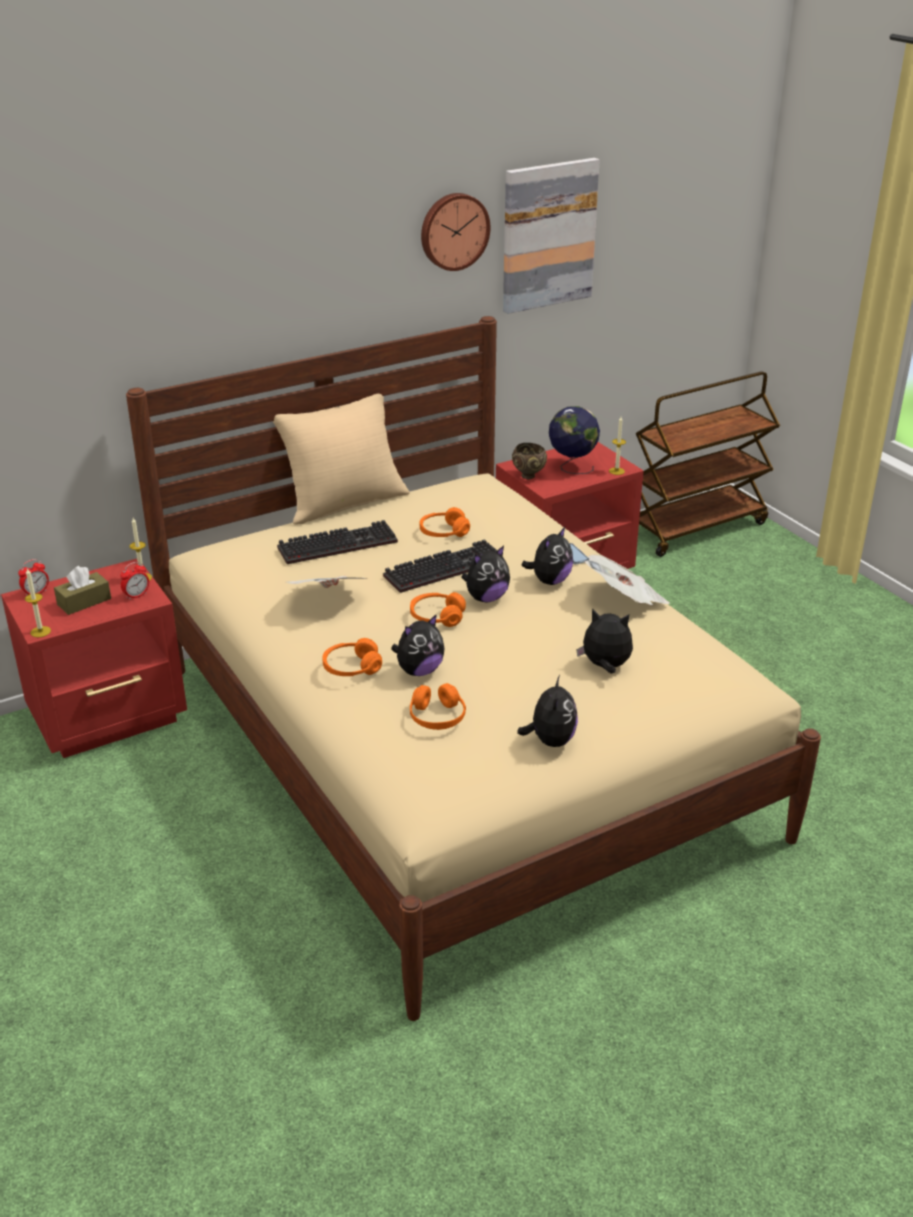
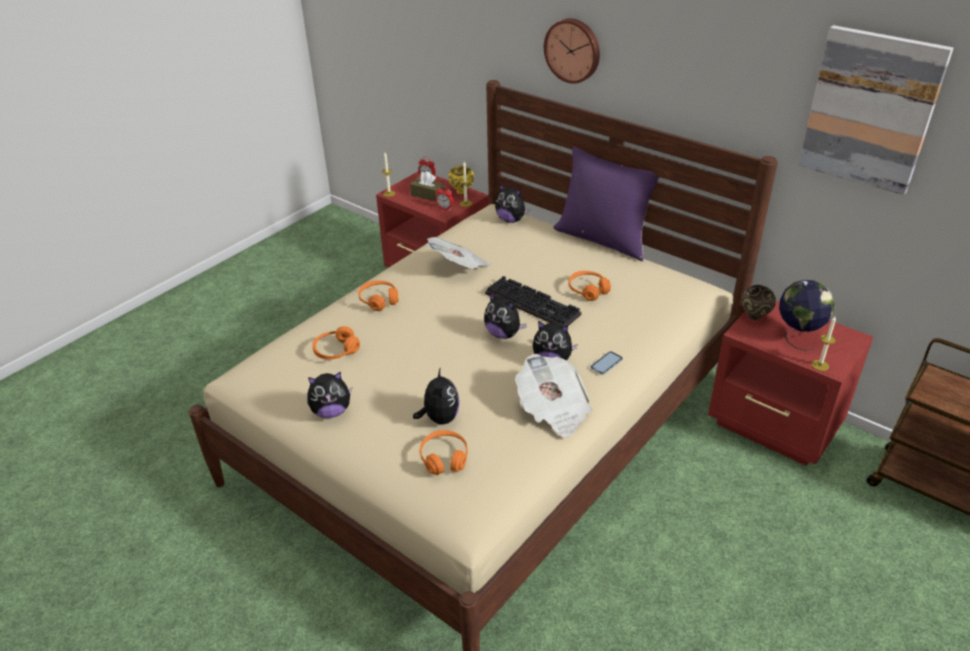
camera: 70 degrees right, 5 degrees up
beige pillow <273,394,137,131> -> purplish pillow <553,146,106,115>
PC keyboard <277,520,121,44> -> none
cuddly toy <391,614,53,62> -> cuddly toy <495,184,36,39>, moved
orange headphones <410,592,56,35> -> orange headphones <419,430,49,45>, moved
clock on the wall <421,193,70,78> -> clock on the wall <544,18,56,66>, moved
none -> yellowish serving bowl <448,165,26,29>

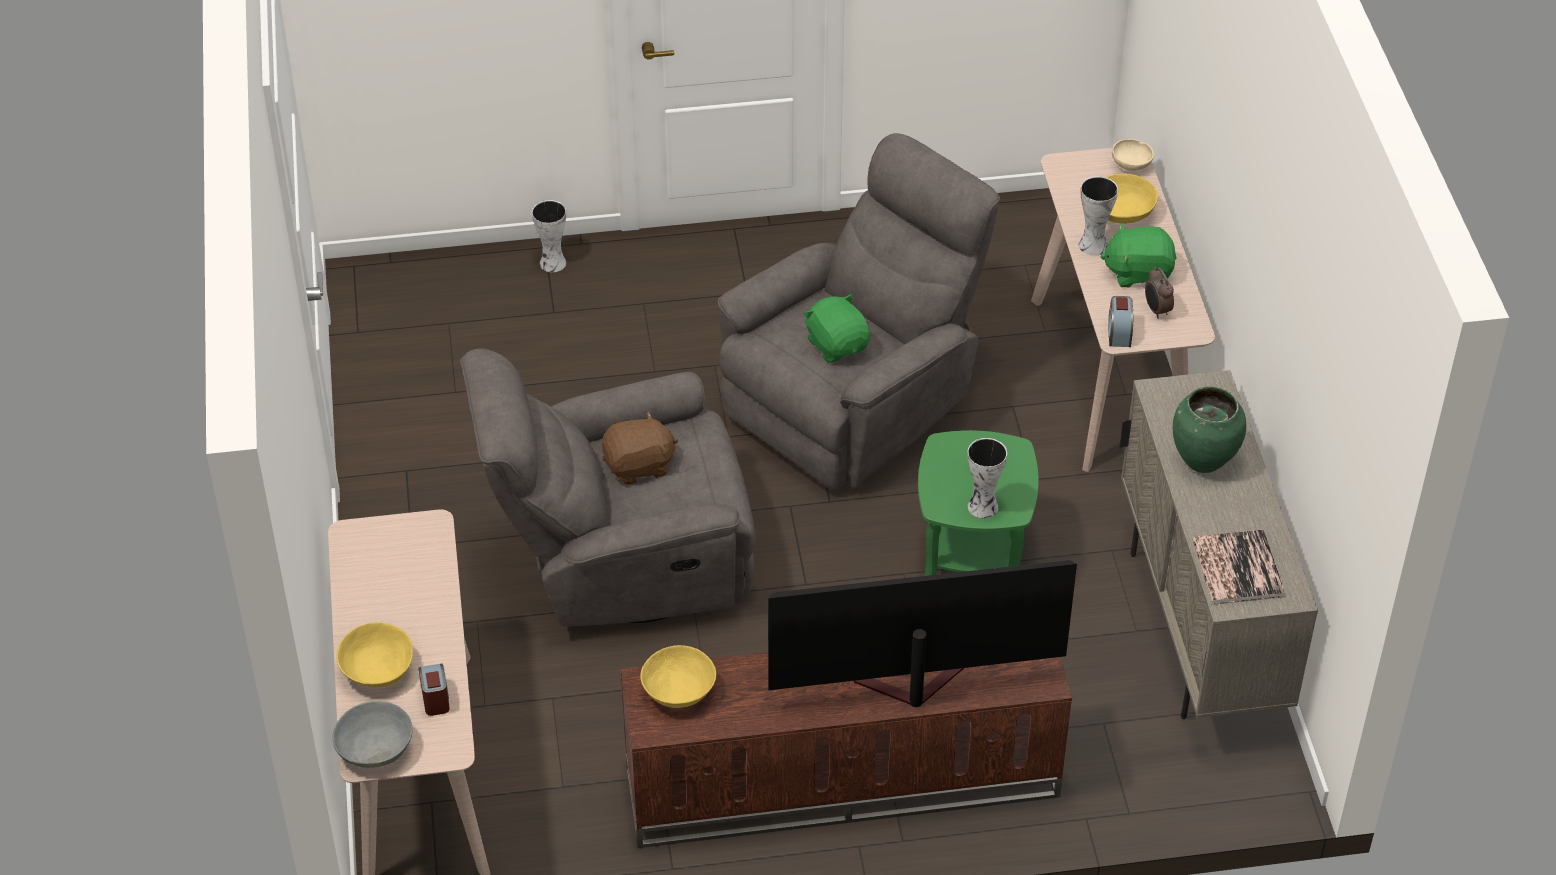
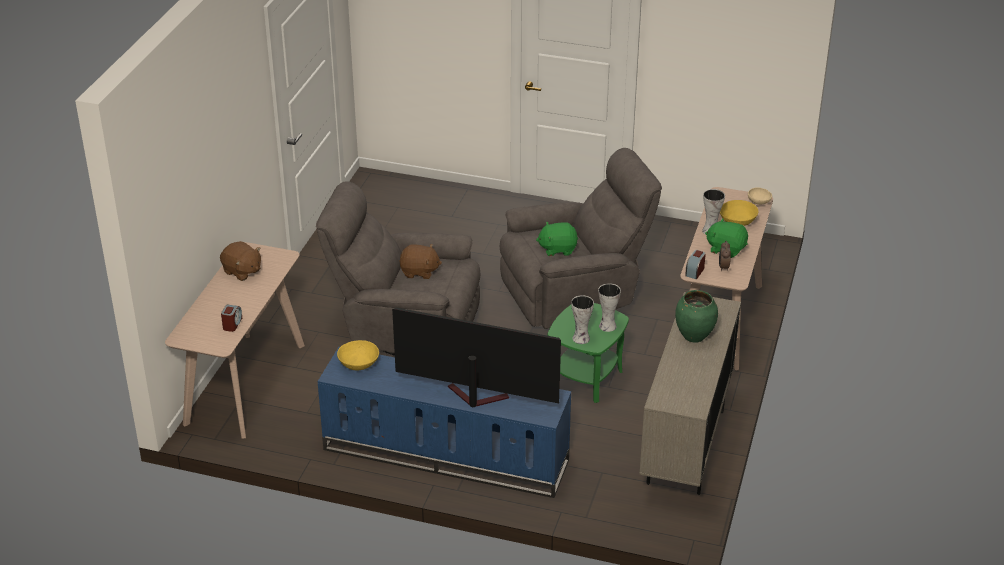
camera: 25 degrees right, 10 degrees down
grey serving bowl <332,701,80,67> -> none
yellowish serving bowl <337,622,76,66> -> none
decorative vase <532,200,34,72> -> decorative vase <598,283,23,49>, moved
brownish media console <620,652,452,196> -> blue-coloured media console <318,347,253,151>
green-coloured cuddly toy <803,294,67,68> -> green-coloured cuddly toy <536,221,42,35>, 90 degrees counterclockwise
book <1192,530,93,74> -> none
none -> brownish cuddly toy <220,241,41,40>

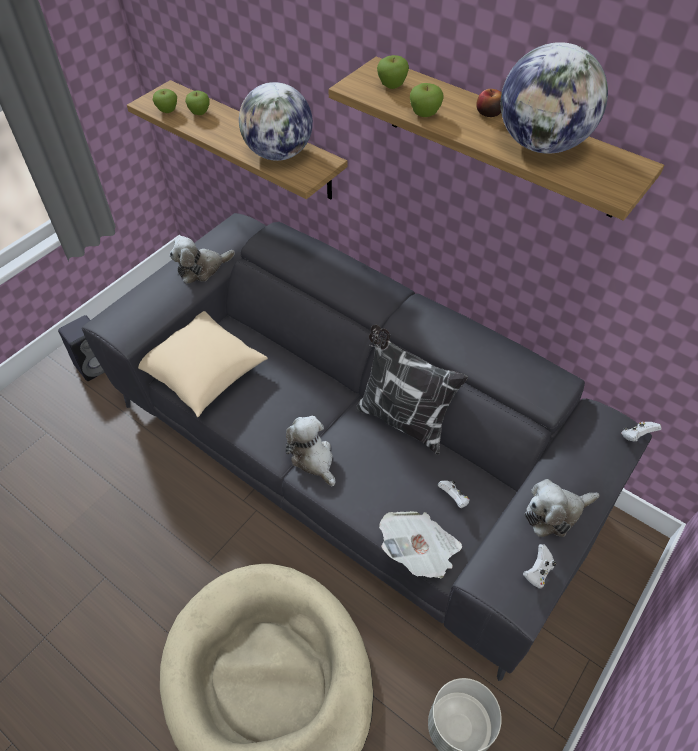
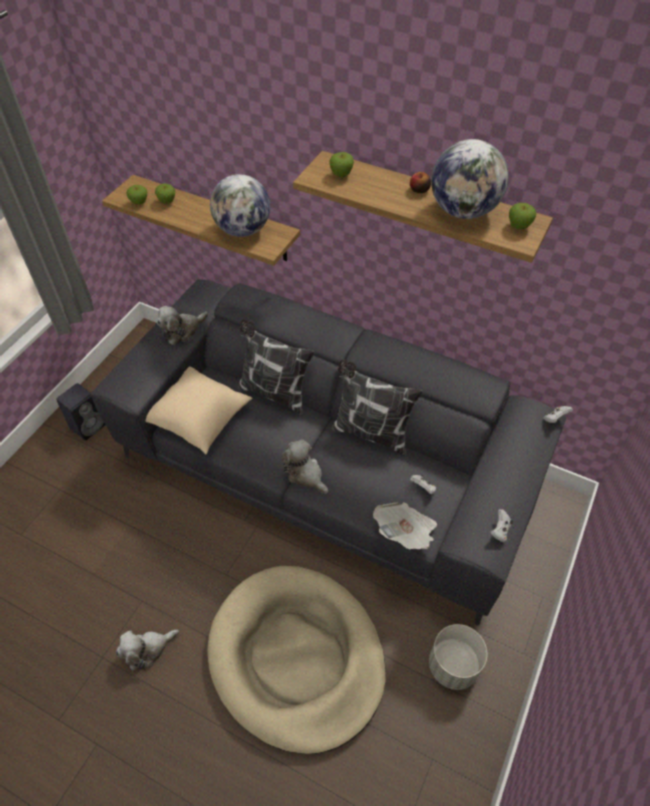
camera: 10 degrees left, 0 degrees up
whole apple <410,83,34,34> -> whole apple <509,203,27,26>, moved
cuddly toy <524,479,76,58> -> cuddly toy <116,630,63,41>, moved
none -> pillow <238,319,77,97>

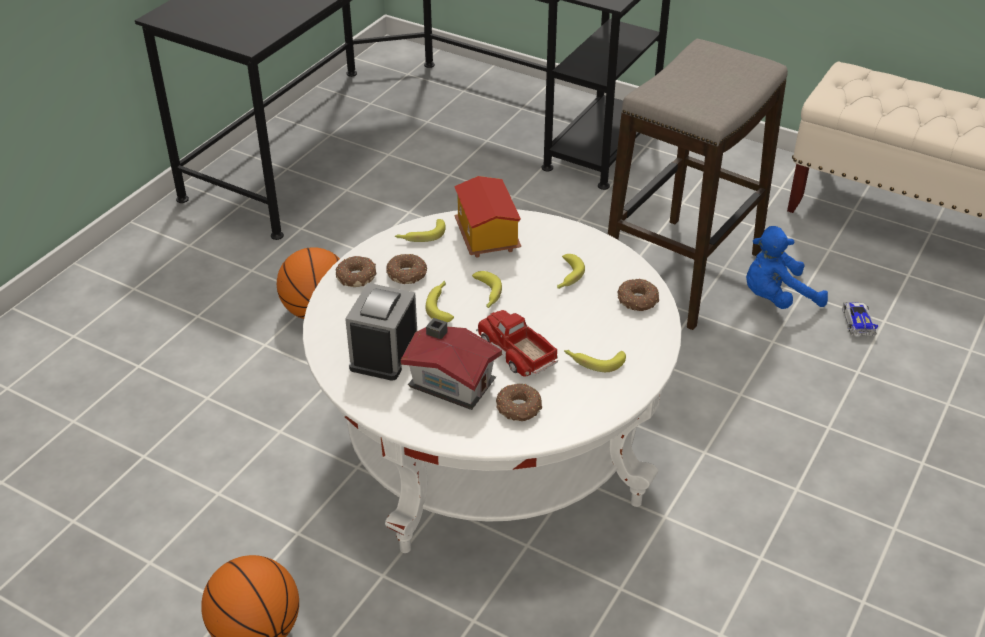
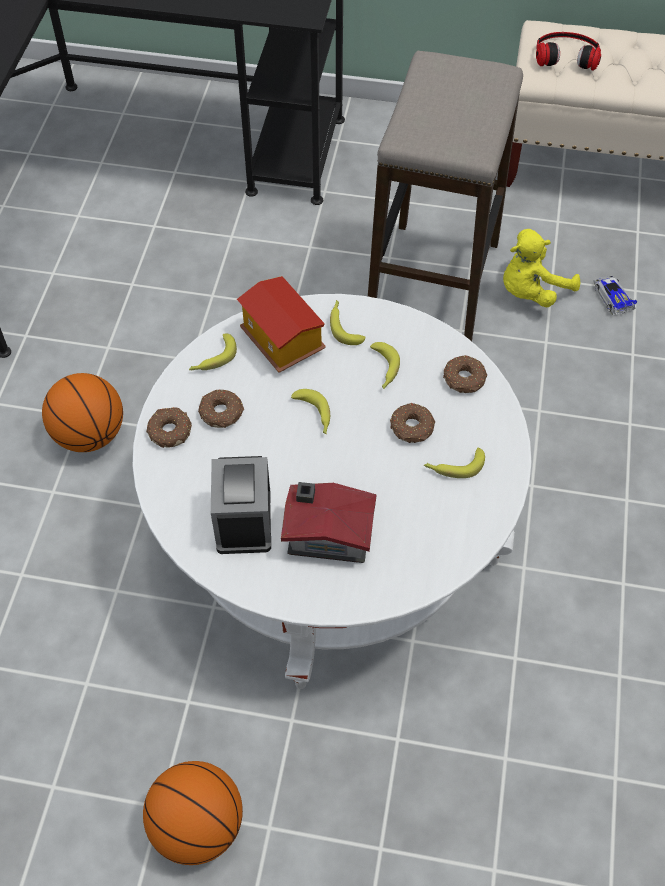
camera: 20 degrees left, 15 degrees up
whole banana <426,281,28,41> -> whole banana <330,300,36,45>, moved
toy truck <476,310,82,67> -> none
donut <496,383,46,38> -> donut <390,403,45,40>, moved
blue-coloured cuddly toy <746,226,82,83> -> yellowish cuddly toy <503,229,77,78>
none -> headphones <536,32,65,39>

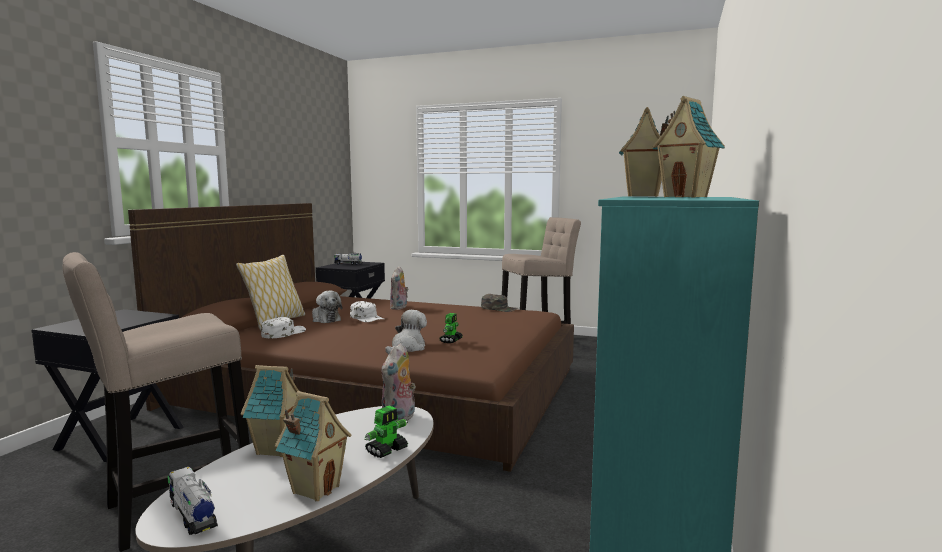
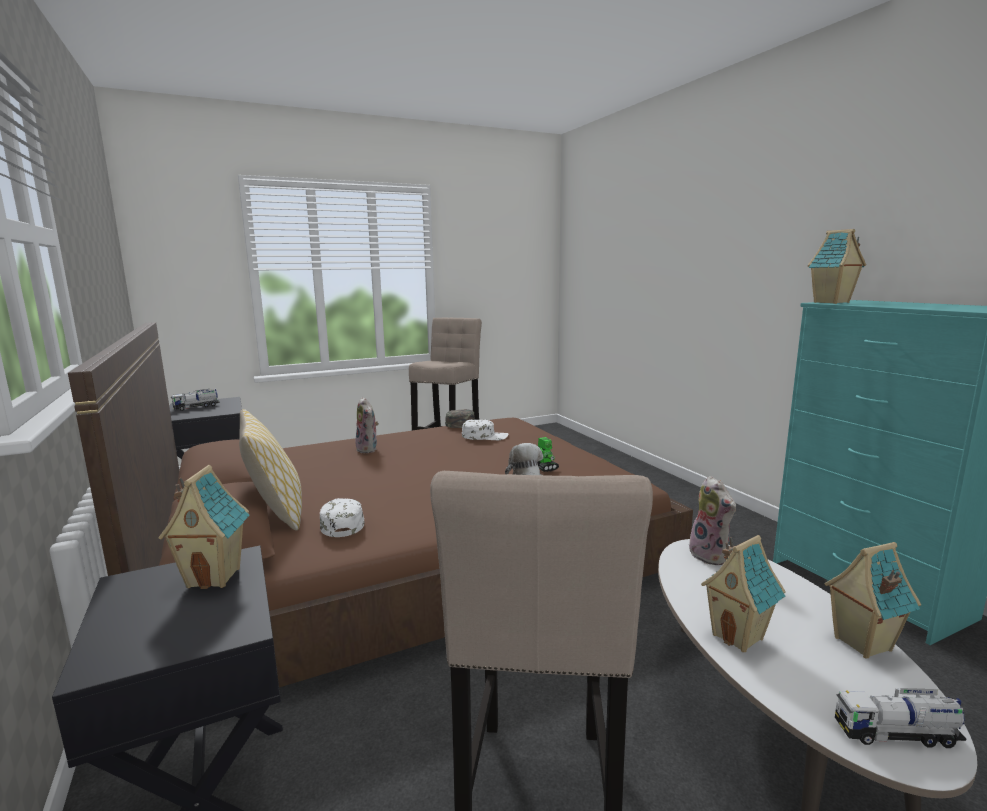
camera: 45 degrees left, 5 degrees up
cuddly toy <312,291,30,32> -> none
white baseball cap <350,301,34,21> -> white baseball cap <462,420,46,20>, moved
toy robot <364,405,44,53> -> none
model house <652,96,73,101> -> model house <158,465,92,124>, moved

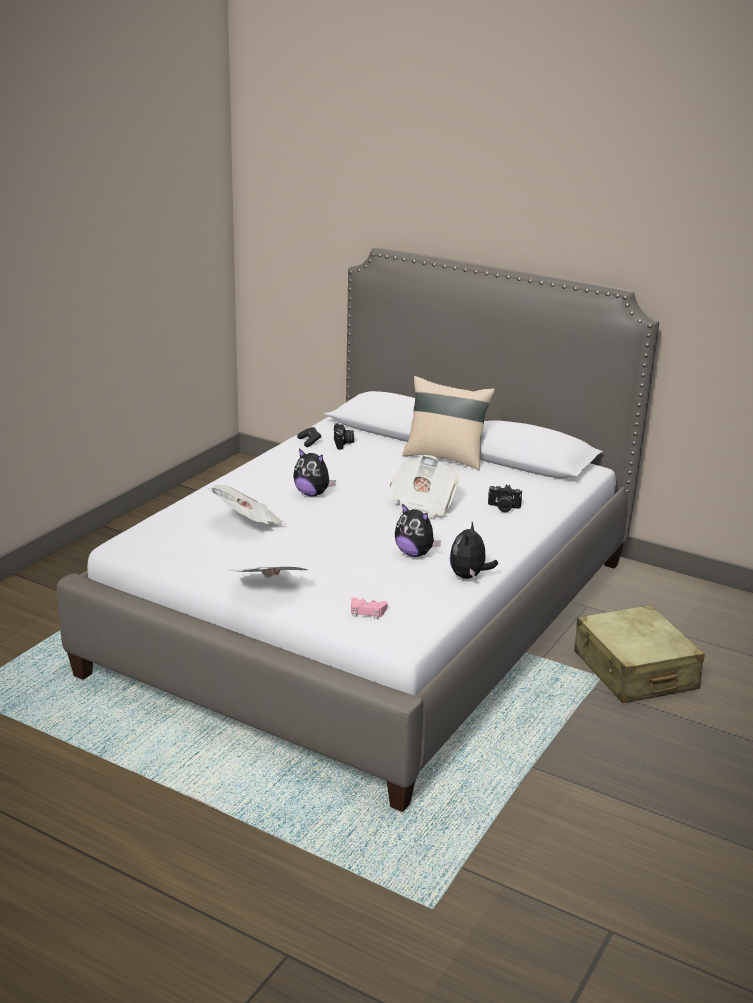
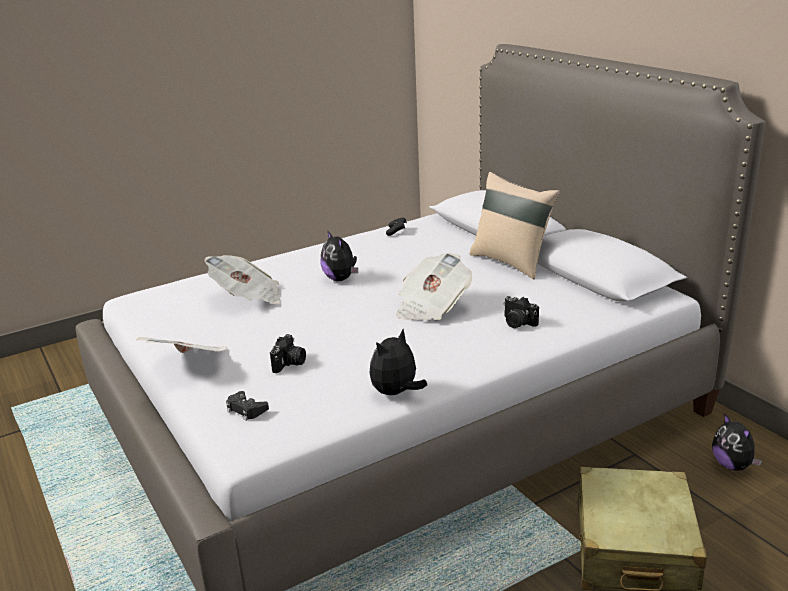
camera: 30 degrees right, 0 degrees up
still camera <334,423,20,27> -> still camera <270,334,36,39>, moved
pink-coloured joypad <351,597,37,22> -> black-coloured joypad <226,391,43,30>
cuddly toy <395,503,46,54> -> cuddly toy <712,414,50,57>, moved

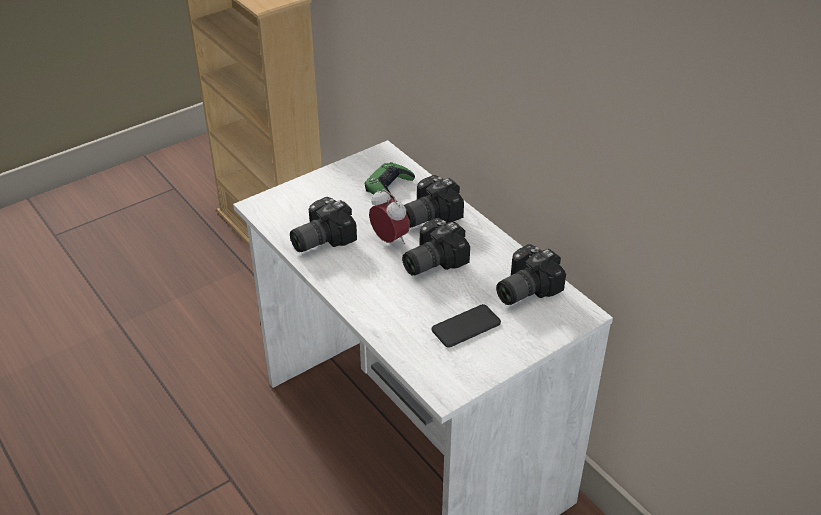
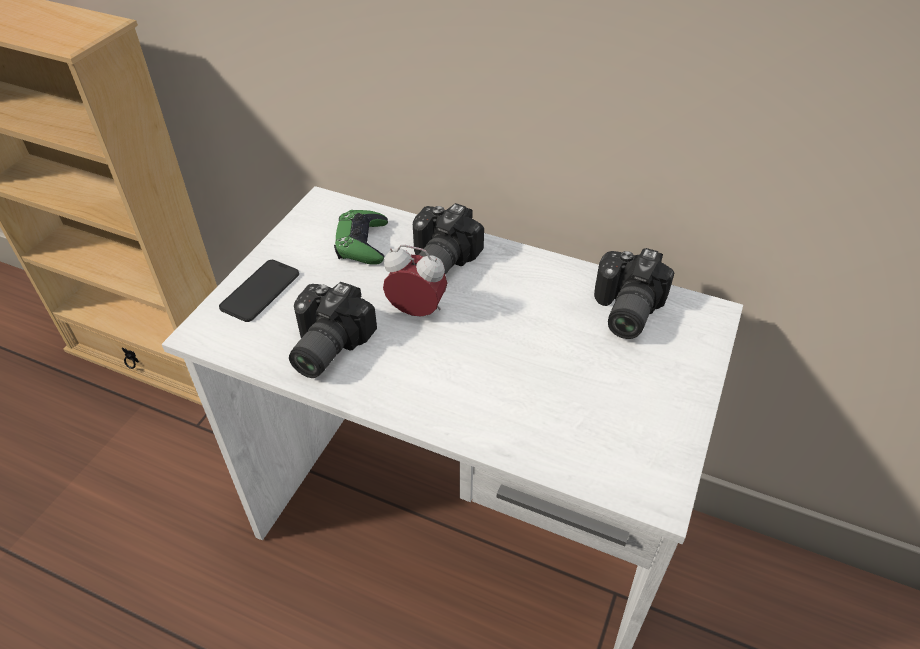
camera: 30 degrees left, 5 degrees up
still camera <402,218,68,58> -> none
handset <432,304,69,43> -> handset <219,260,80,62>, moved

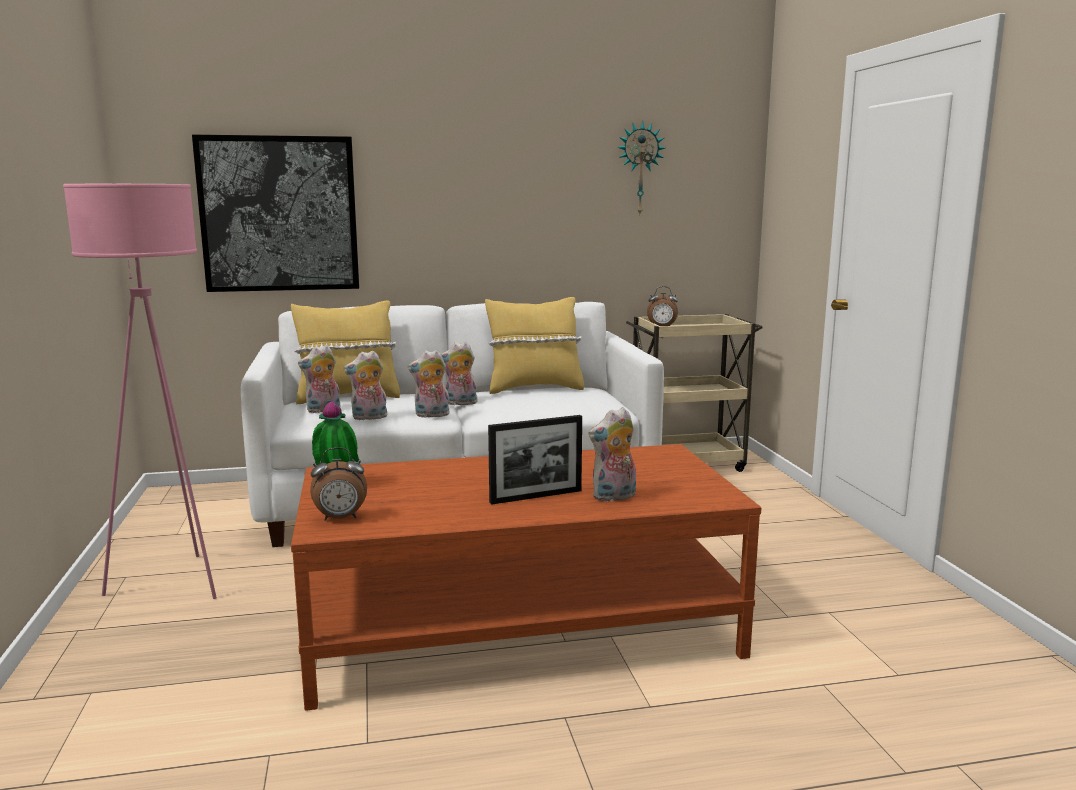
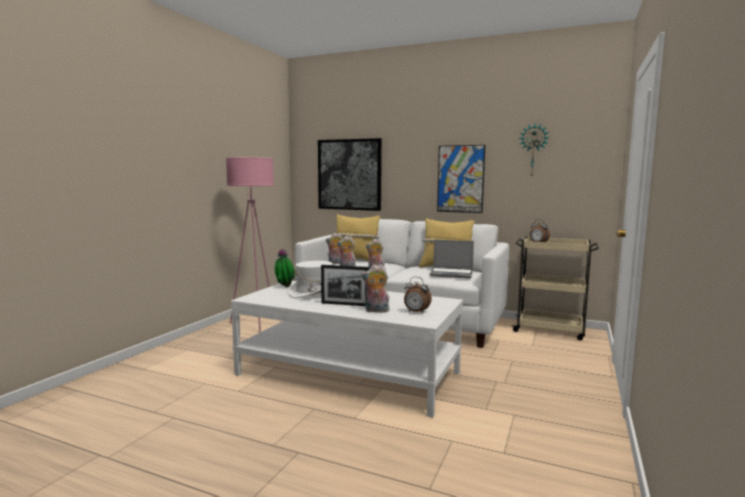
camera: 35 degrees right, 5 degrees down
brownish coffee table <291,444,470,267> -> white coffee table <231,281,232,137>
table clock <310,447,57,74> -> table clock <404,277,28,36>, moved
cuddly toy <441,342,37,63> -> none
none -> white hat <289,261,44,37>
none -> notebook computer <430,240,44,39>
none -> picture <437,145,48,68>

